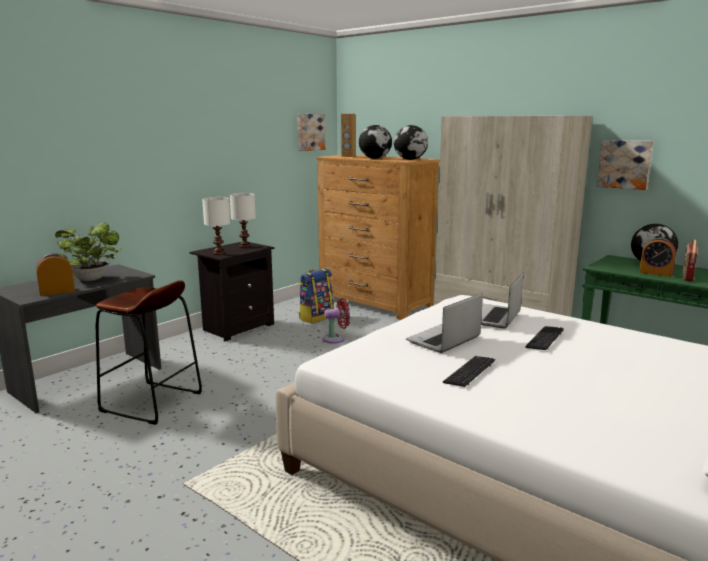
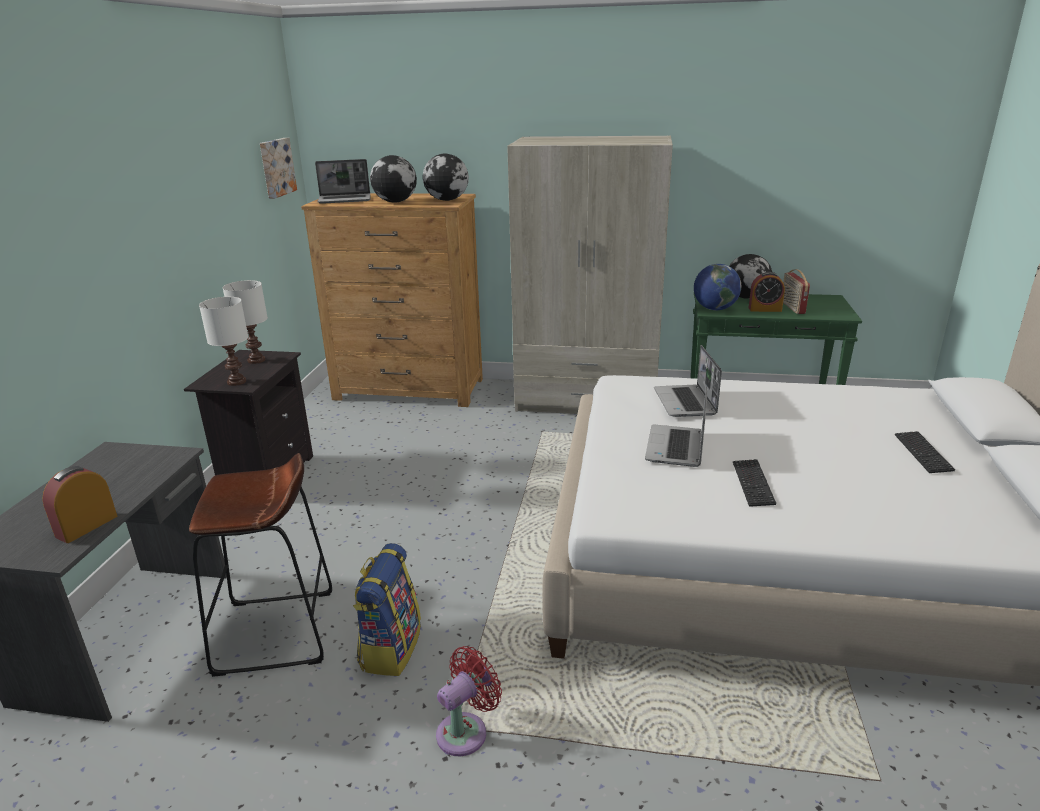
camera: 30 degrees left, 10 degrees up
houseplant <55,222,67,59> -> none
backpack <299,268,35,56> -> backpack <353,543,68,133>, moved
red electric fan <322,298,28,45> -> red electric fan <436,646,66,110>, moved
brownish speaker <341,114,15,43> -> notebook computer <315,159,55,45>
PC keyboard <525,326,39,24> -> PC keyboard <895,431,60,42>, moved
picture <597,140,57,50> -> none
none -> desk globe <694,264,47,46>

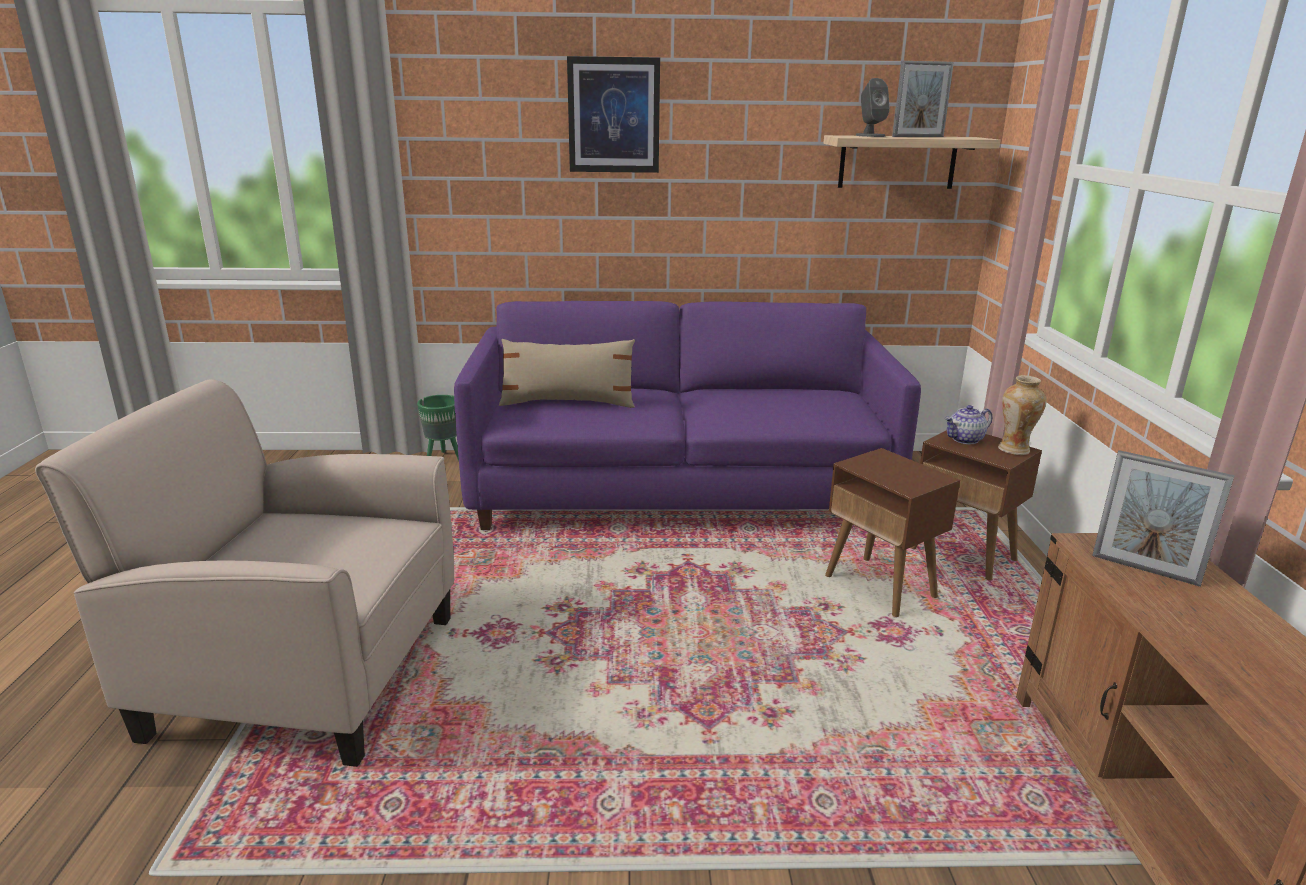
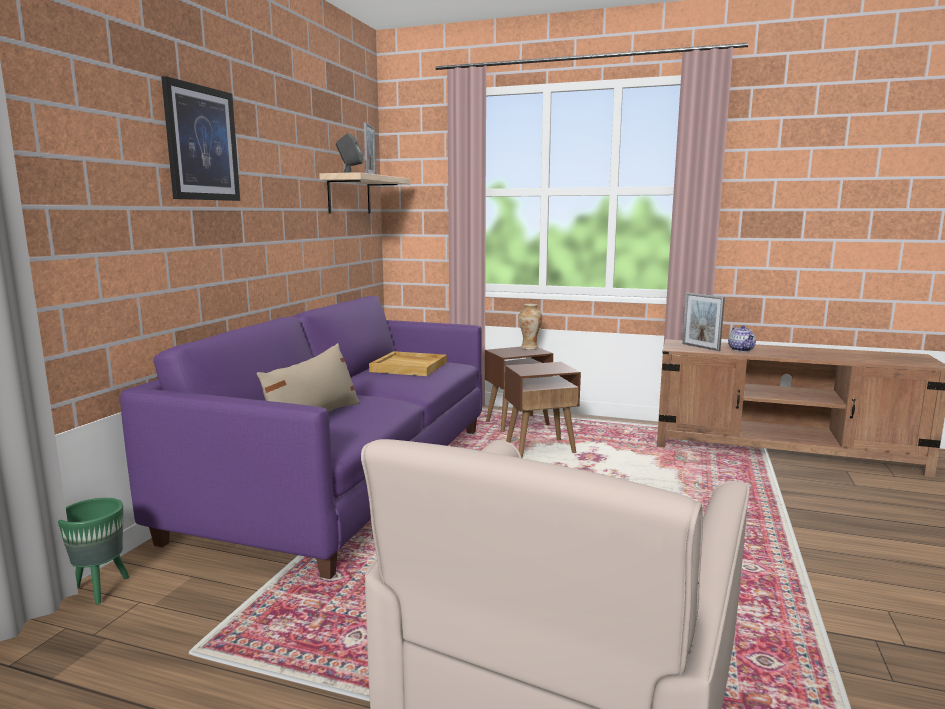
camera: 70 degrees left, 10 degrees down
pot for tea <944,405,48,39> -> pot for tea <728,325,28,27>, moved
photo frame <1092,450,143,137> -> photo frame <682,292,43,59>, 90 degrees clockwise
none -> beige tray <369,351,78,25>

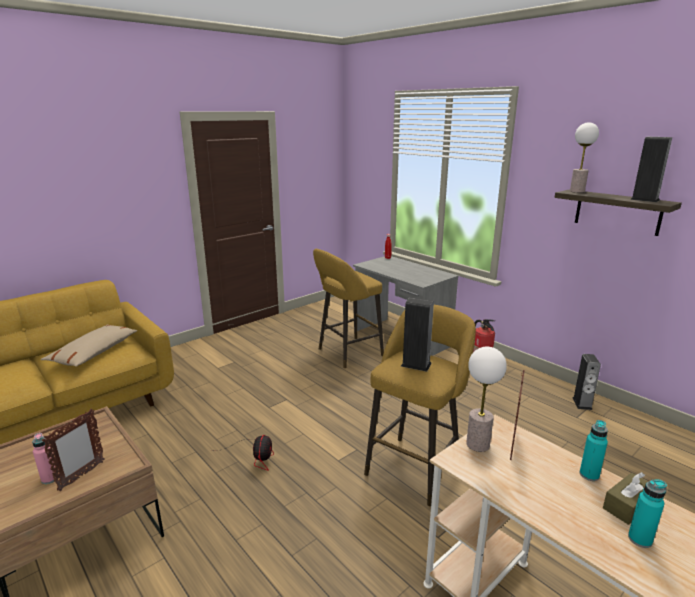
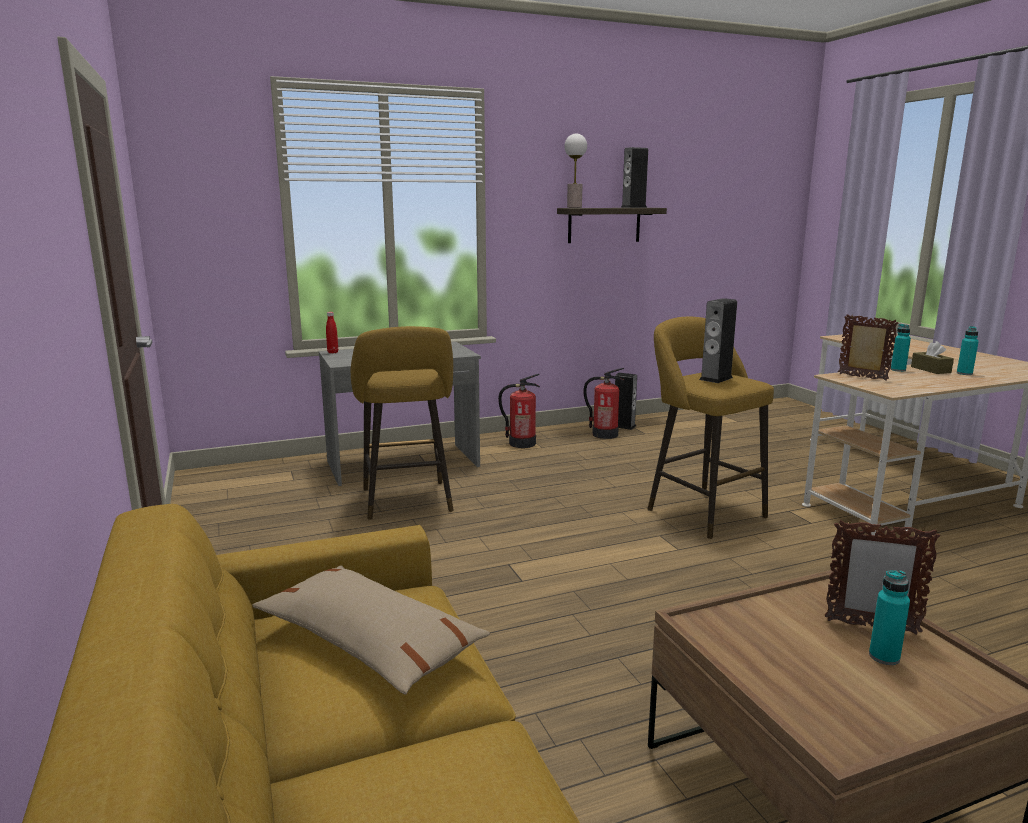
camera: 70 degrees left, 5 degrees down
pink-coloured bottle <32,433,24,51> -> blue-green bottle <869,570,41,95>
photo frame <42,409,63,82> -> photo frame <825,520,115,115>, 150 degrees clockwise
electric fan <216,435,58,36> -> none
tabletop lamp <466,347,41,105> -> none
none -> extinguisher <584,368,40,71>

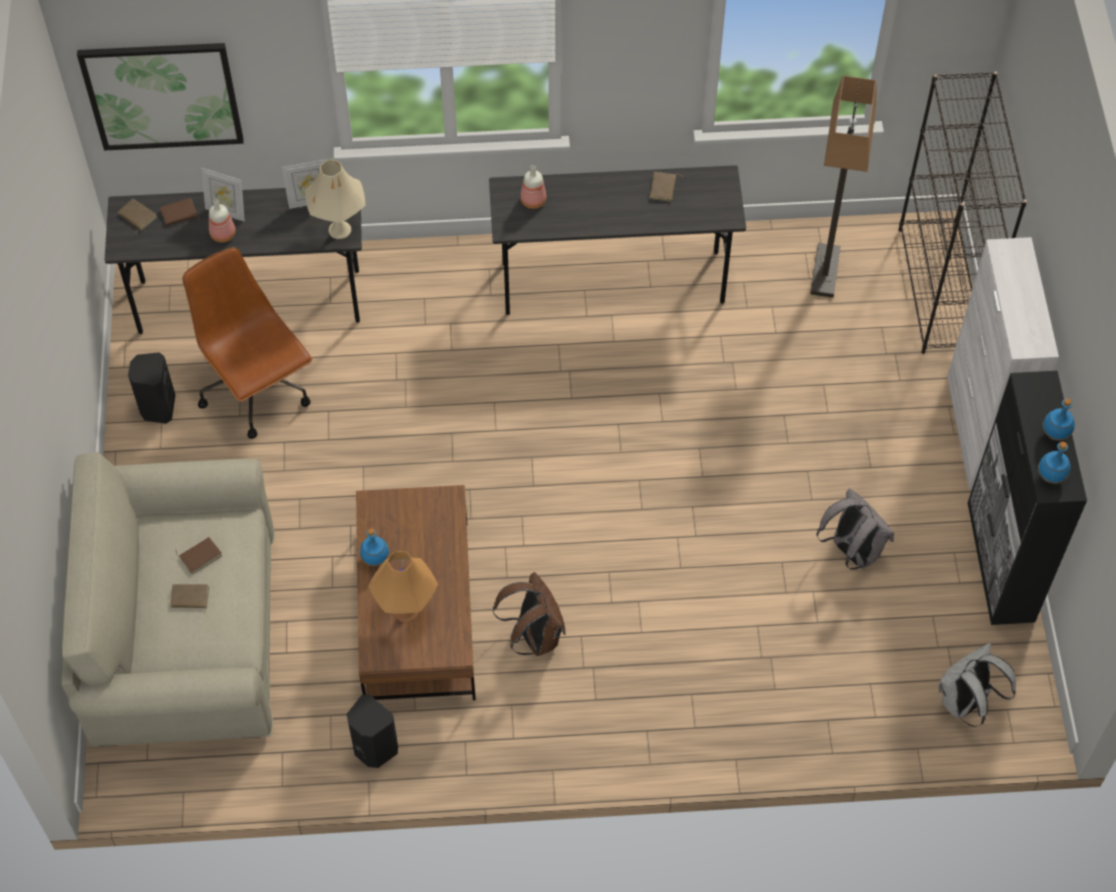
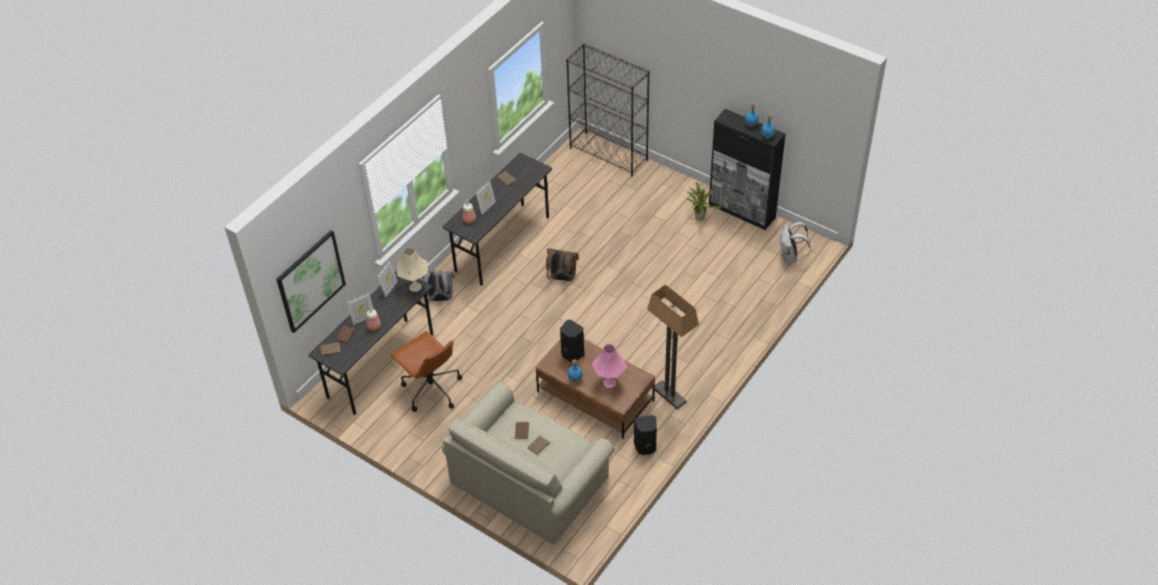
camera: 50 degrees left, 10 degrees down
black-coloured speaker <128,352,47,72> -> black-coloured speaker <560,320,24,42>, moved
brownish desk chair <182,247,130,192> -> brownish desk chair <390,331,72,81>, 135 degrees counterclockwise
orange tabletop lamp <368,551,70,71> -> pink-coloured tabletop lamp <592,344,35,44>
brownish backpack <493,572,72,84> -> brownish backpack <546,248,33,33>, moved
standing lamp <810,76,66,222> -> standing lamp <647,284,52,125>, moved
grey backpack <816,488,78,82> -> grey backpack <422,269,32,33>, moved
white storage cabinet <947,237,112,253> -> none
none -> photo frame <476,180,20,35>
none -> houseplant <686,182,35,39>

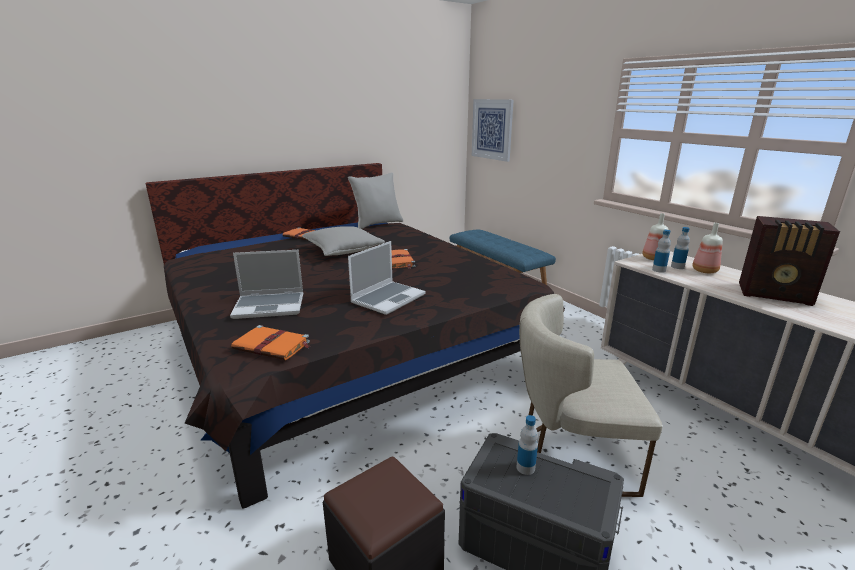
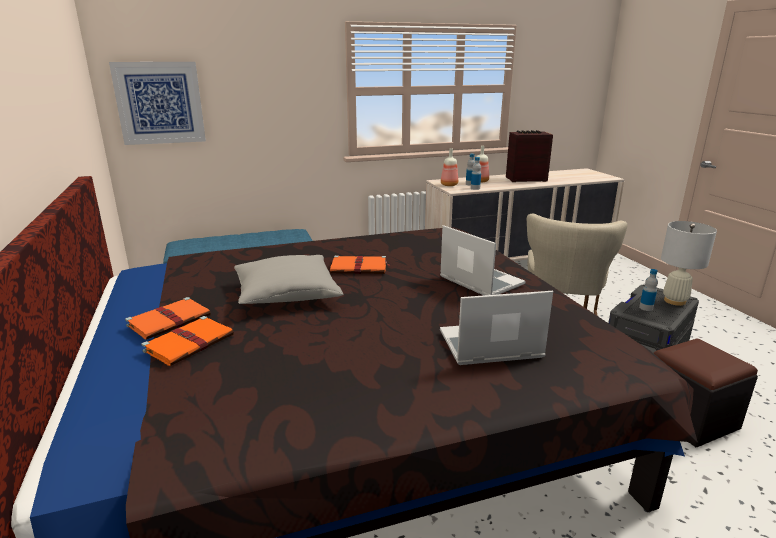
camera: 75 degrees left, 0 degrees up
notebook computer <230,250,73,69> -> notebook computer <440,291,113,74>, 105 degrees counterclockwise
orange book <231,325,79,35> -> orange book <141,316,93,50>, moved
grey pillow <348,172,55,57> -> none
radio receiver <739,216,101,90> -> radio receiver <506,130,47,52>, 135 degrees counterclockwise
none -> white tabletop lamp <661,221,56,85>

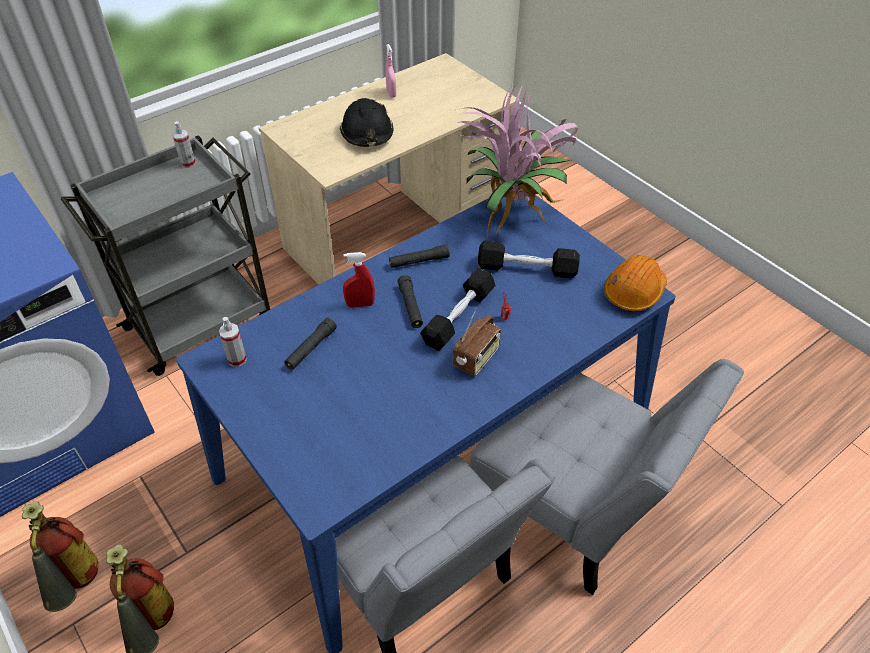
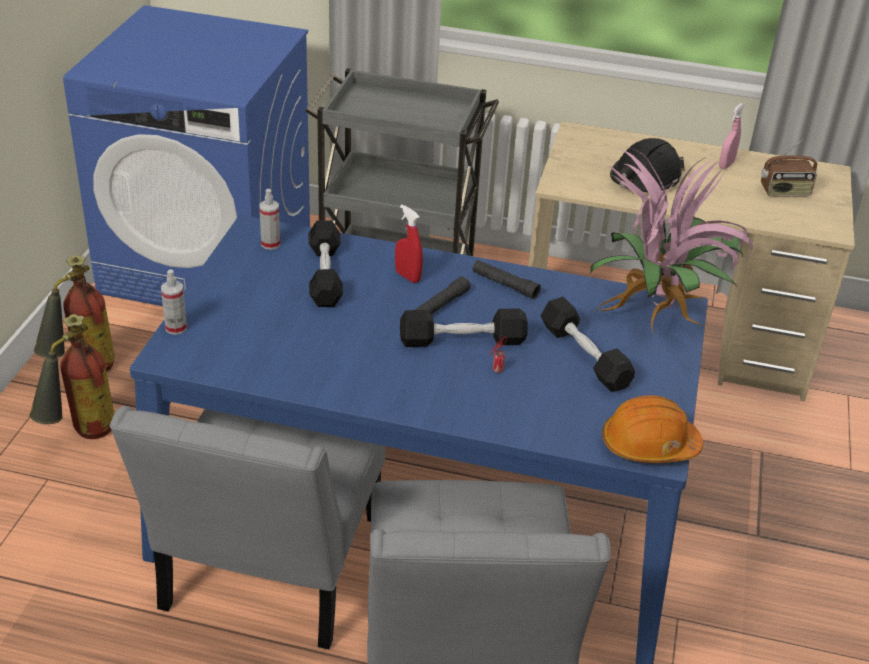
camera: 50 degrees right, 10 degrees down
hand sprayer <172,121,24,47> -> hand sprayer <161,269,26,66>, moved
black-coloured hand torch <284,318,53,52> -> black-coloured dumbbell <309,220,34,87>
radio receiver <453,309,48,67> -> radio receiver <761,139,56,58>, moved

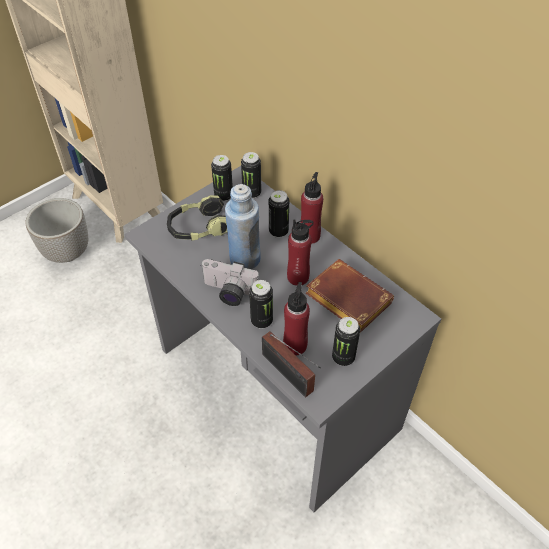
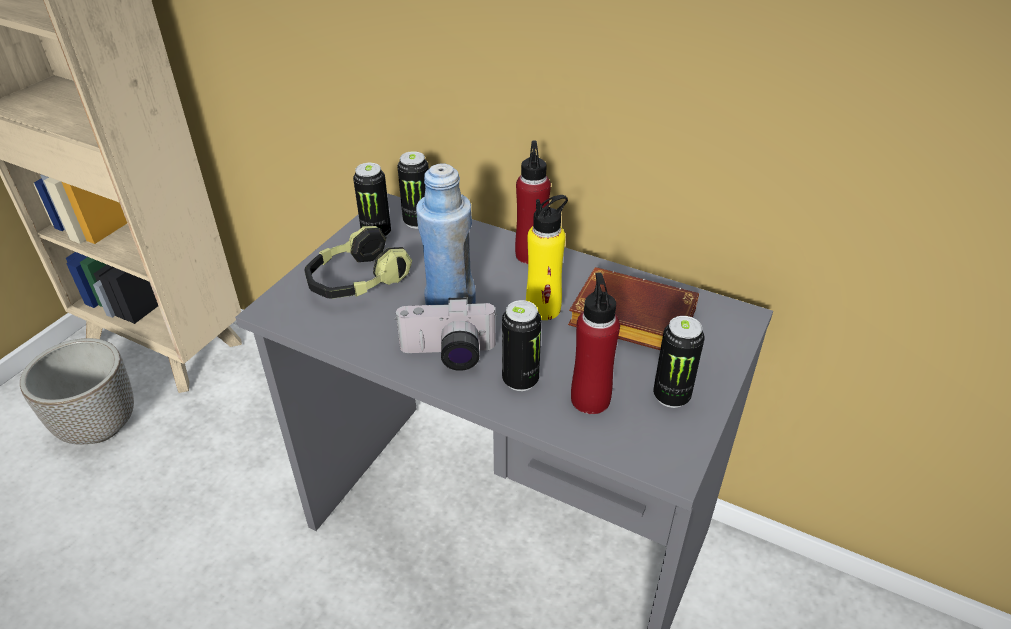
camera: 20 degrees left, 10 degrees down
radio receiver <262,331,59,66> -> none
can <269,190,20,48> -> none
red bottle <287,219,27,67> -> yellowish bottle <526,195,42,125>

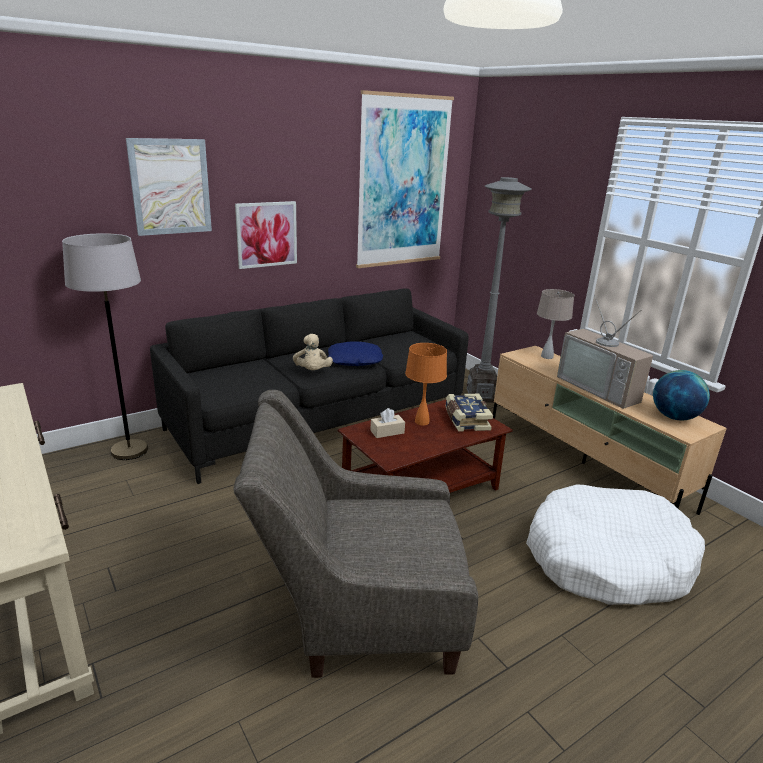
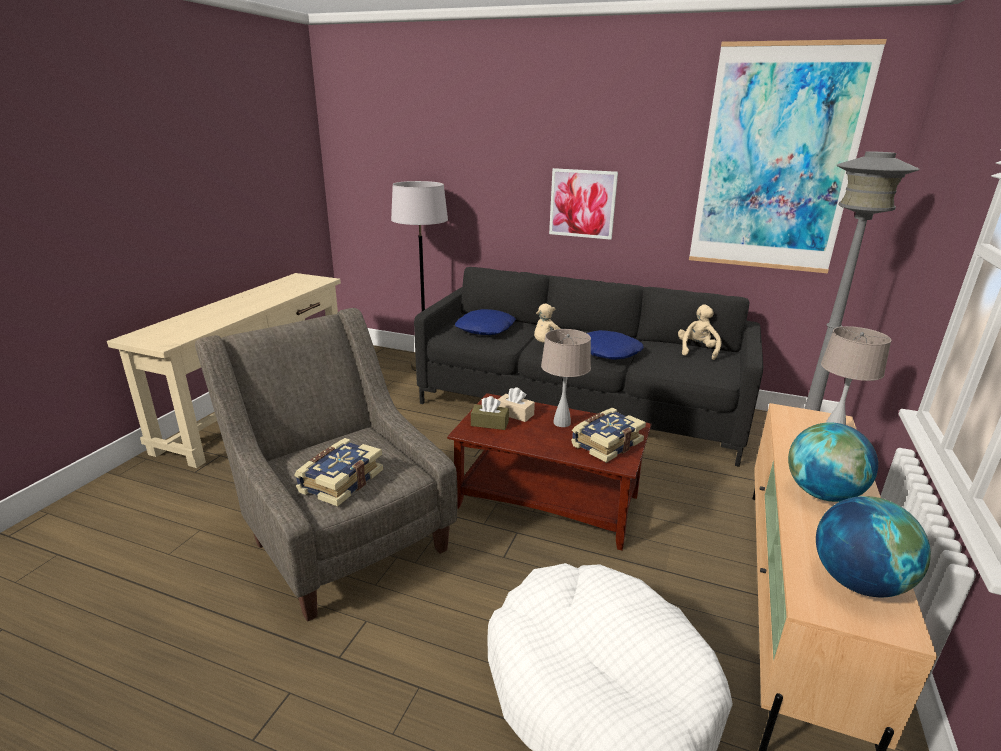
camera: 55 degrees right, 0 degrees up
picture <126,138,86,98> -> none
orange tabletop lamp <405,343,42,83> -> beige tabletop lamp <541,329,50,98>
TV <557,295,96,114> -> desk globe <788,422,90,80>
none -> book <294,438,89,69>
none -> blue-coloured pillow <455,309,61,26>
none -> brownish tissue holder <471,396,38,34>
none -> beige cuddly toy <678,304,43,56>

